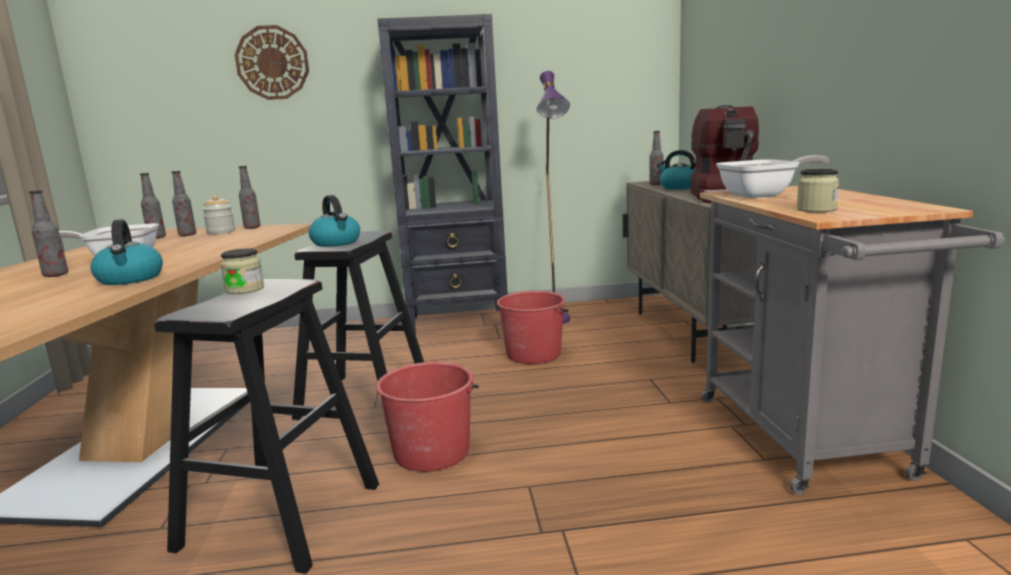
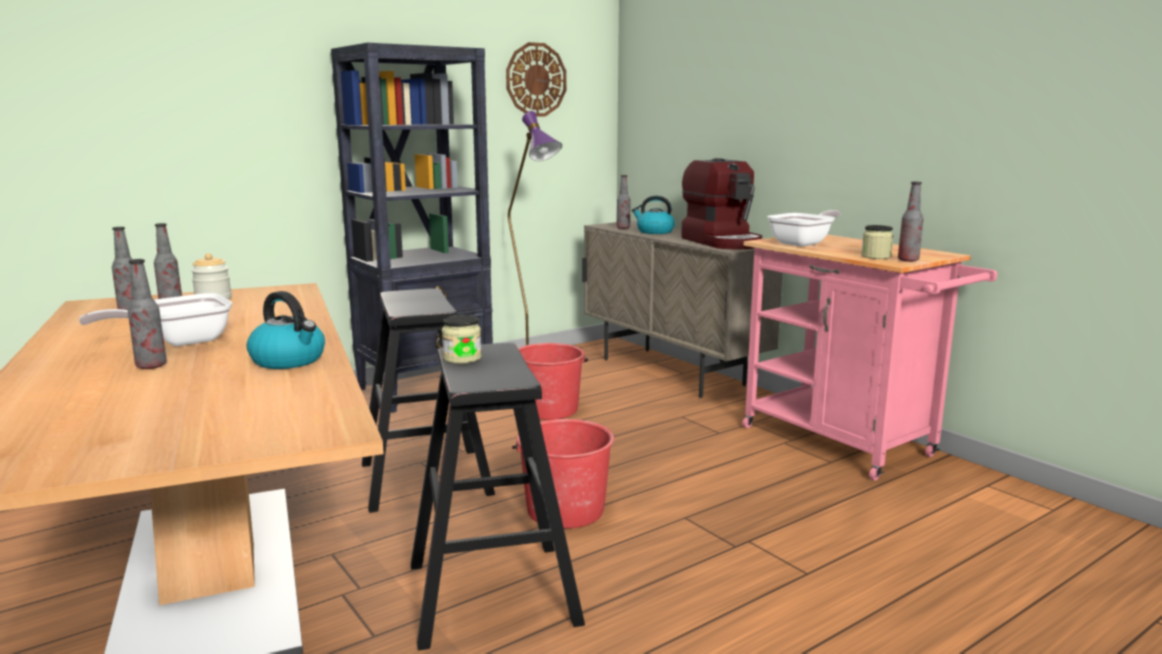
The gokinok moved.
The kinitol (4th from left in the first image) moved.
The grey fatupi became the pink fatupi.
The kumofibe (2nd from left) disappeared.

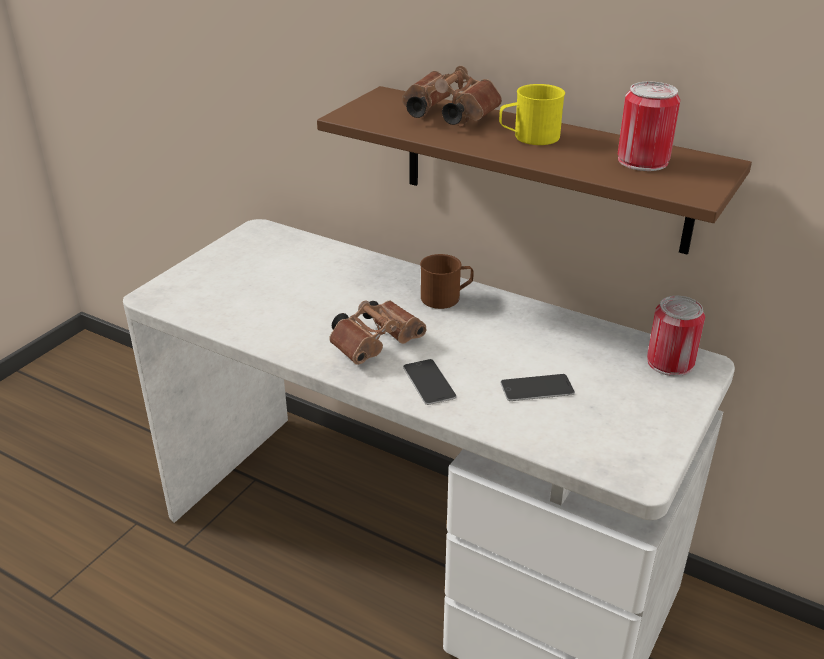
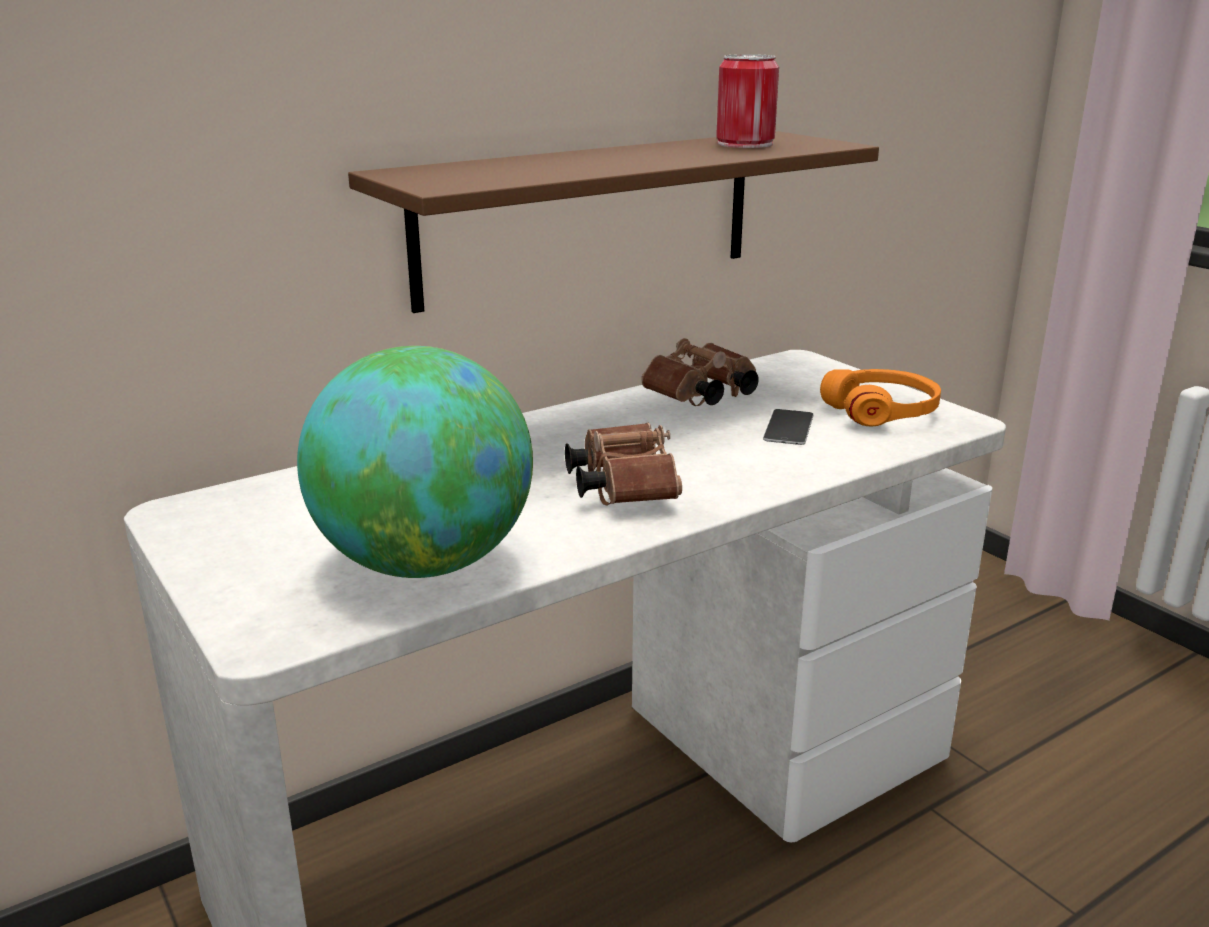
The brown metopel (2nd from left) moved.
The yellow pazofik disappeared.
The brown pazofik disappeared.
The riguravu (2nd from left) disappeared.
The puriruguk (1st from left) disappeared.
The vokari appeared.
The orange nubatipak appeared.

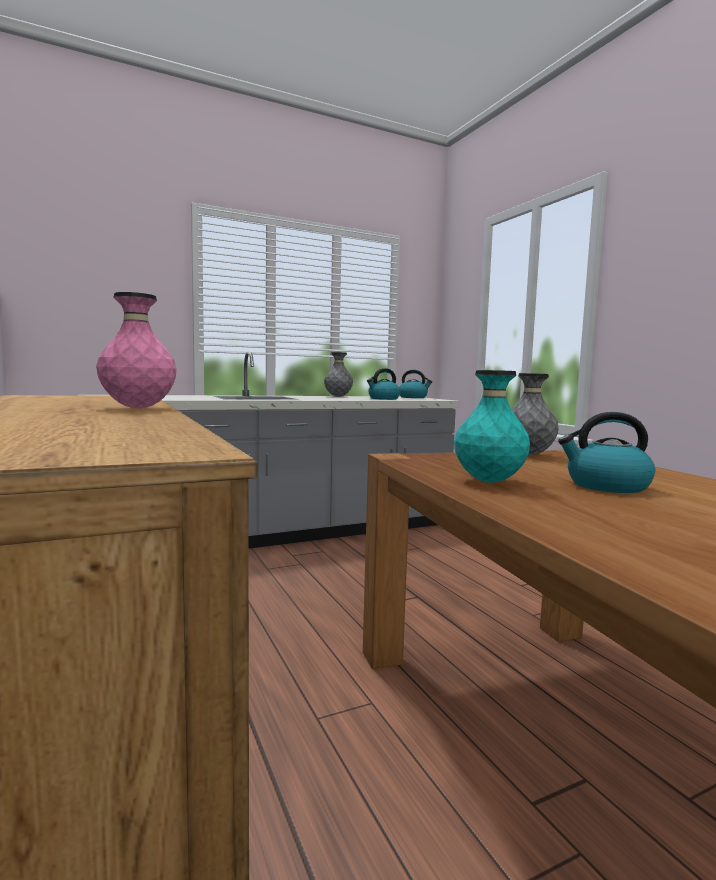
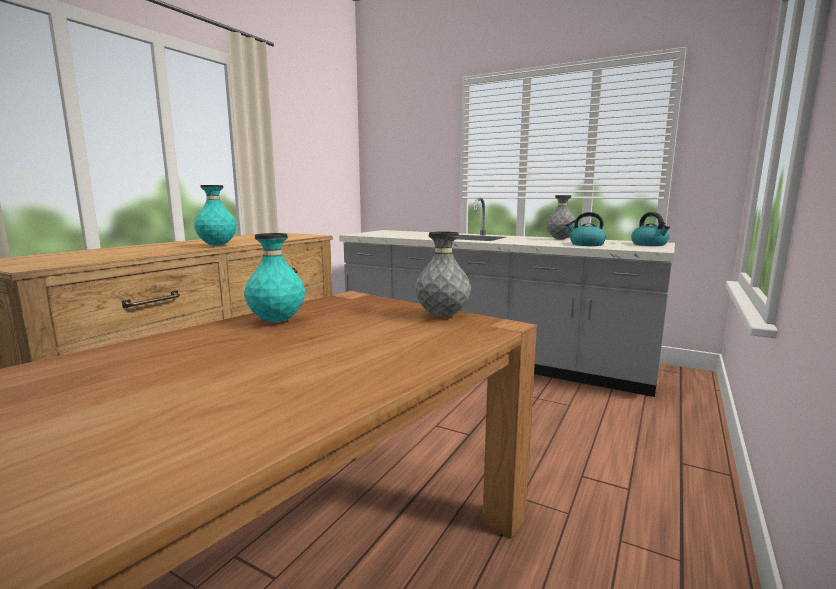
The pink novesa became the turquoise novesa (1st from left).
The kumofibe (3rd from left) disappeared.

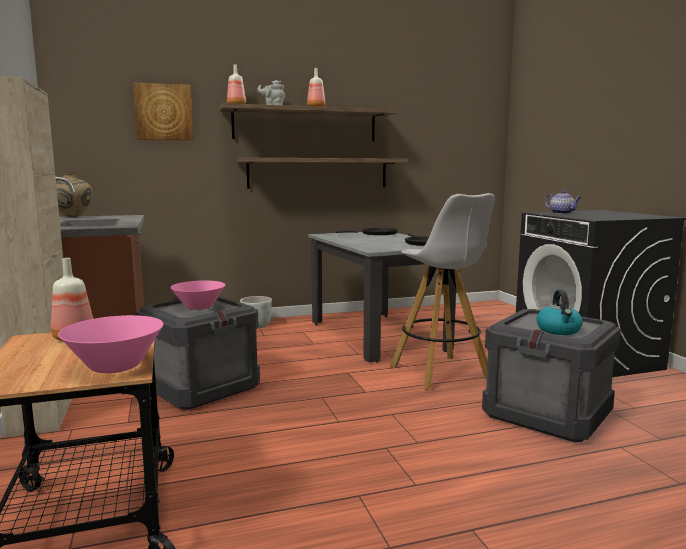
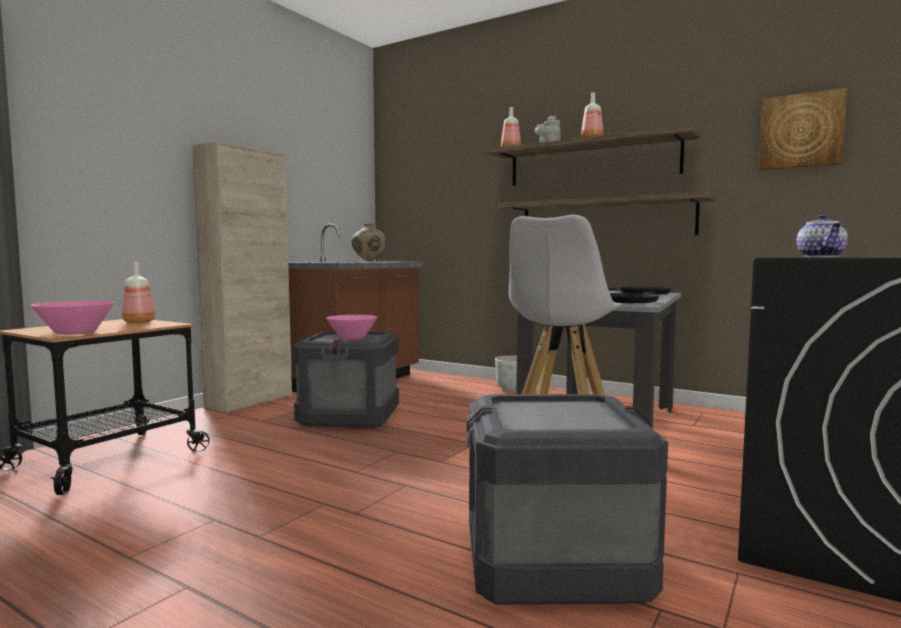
The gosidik moved.
The kumofibe disappeared.

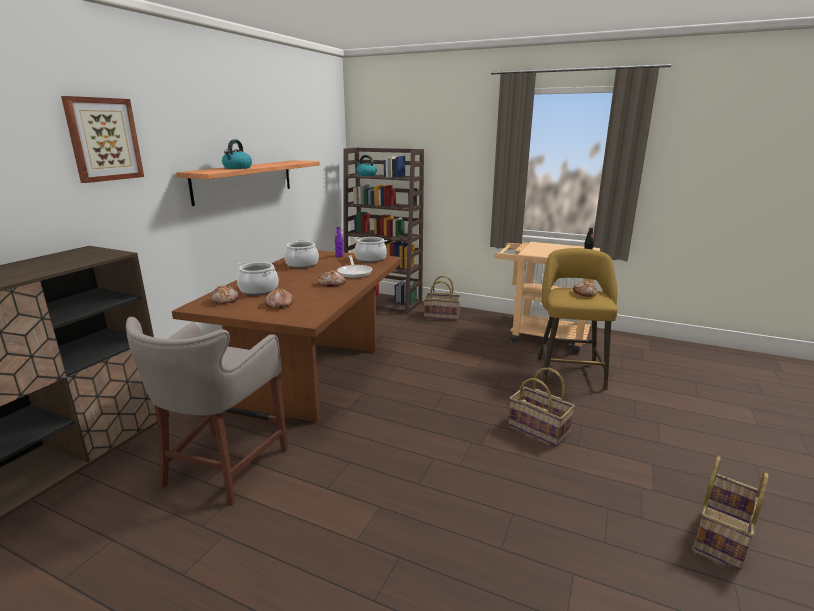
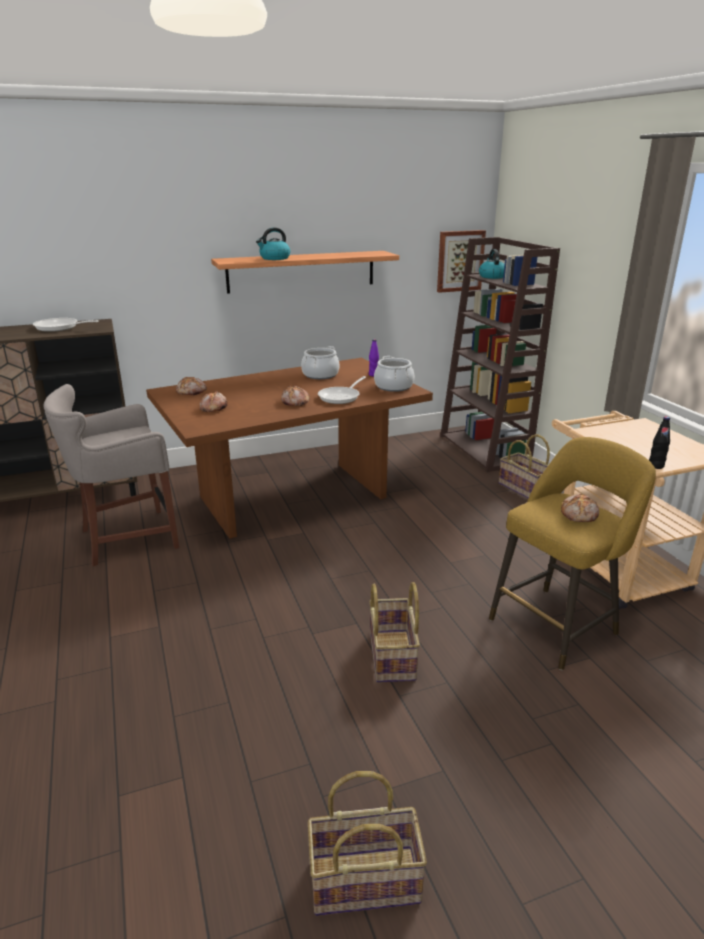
The gosidik moved.
The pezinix (1st from left) disappeared.
The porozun (1st from left) appeared.

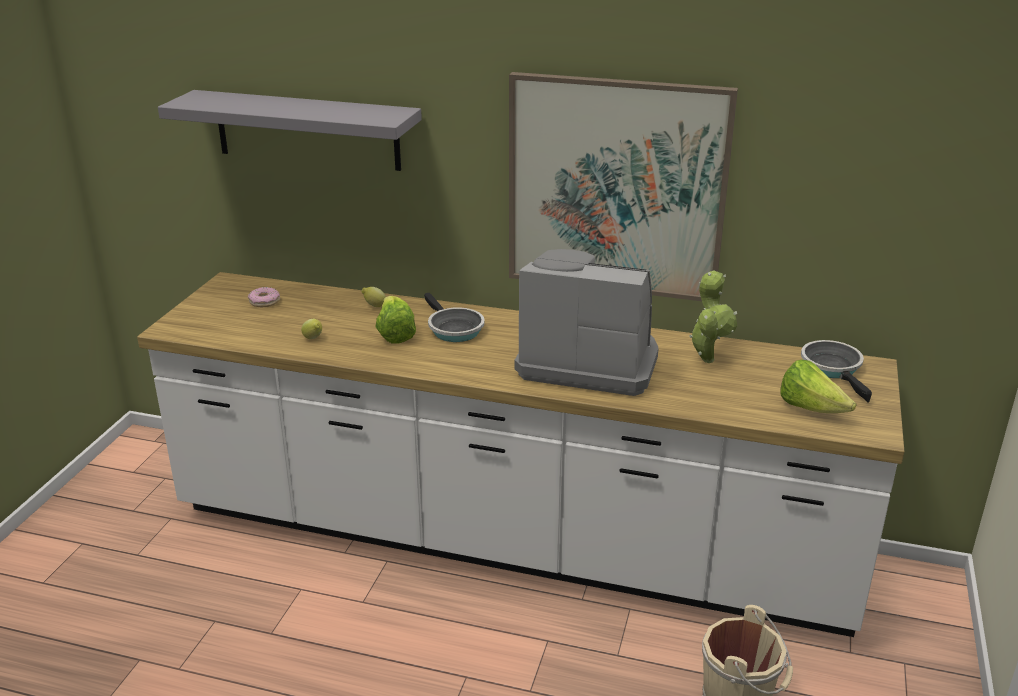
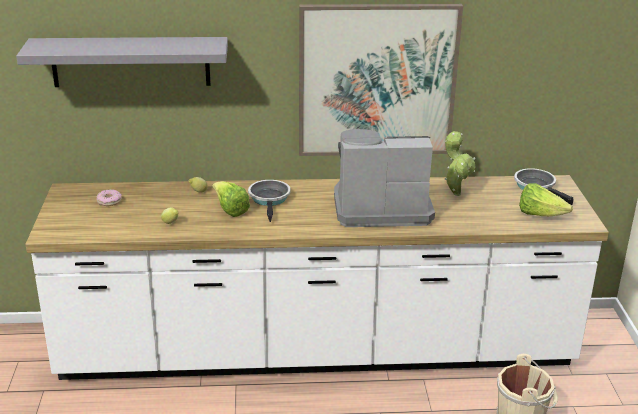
The porozun (1st from left) turned 135 degrees counterclockwise.

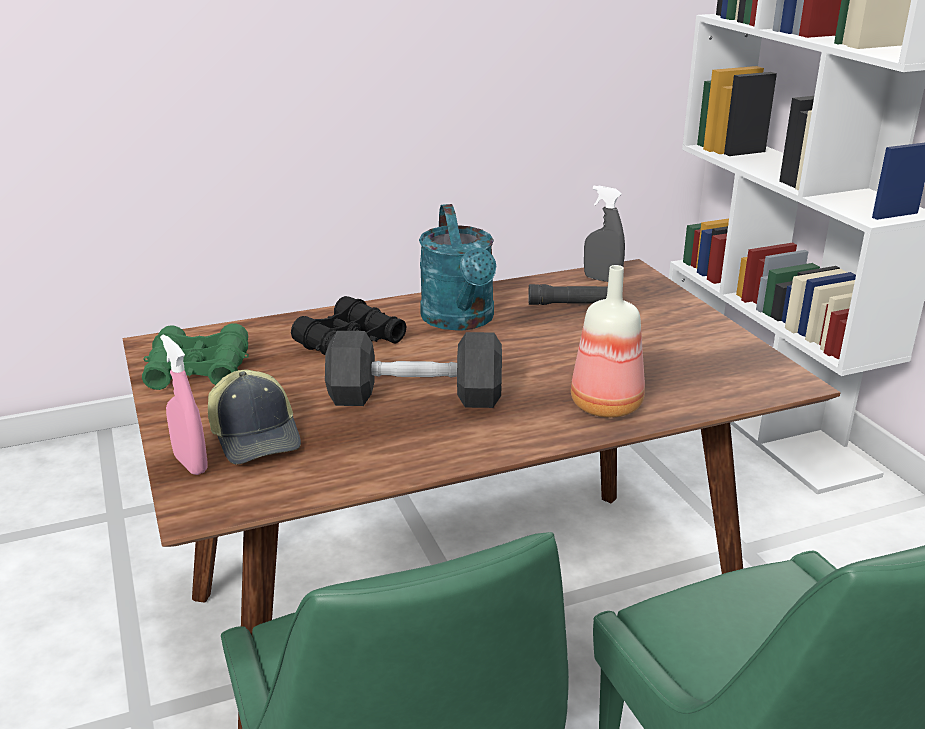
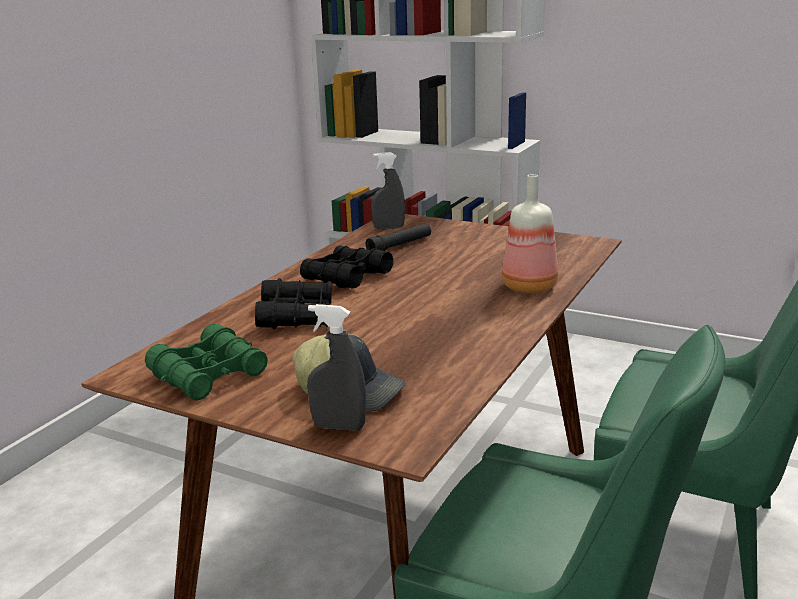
The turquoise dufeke was replaced by the black metopel (2nd from left).
The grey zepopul disappeared.
The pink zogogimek became the grey zogogimek (1st from left).

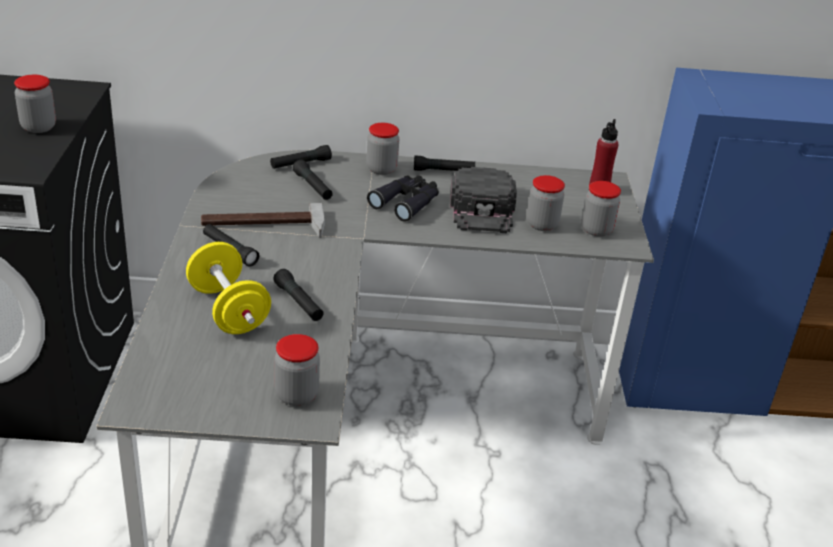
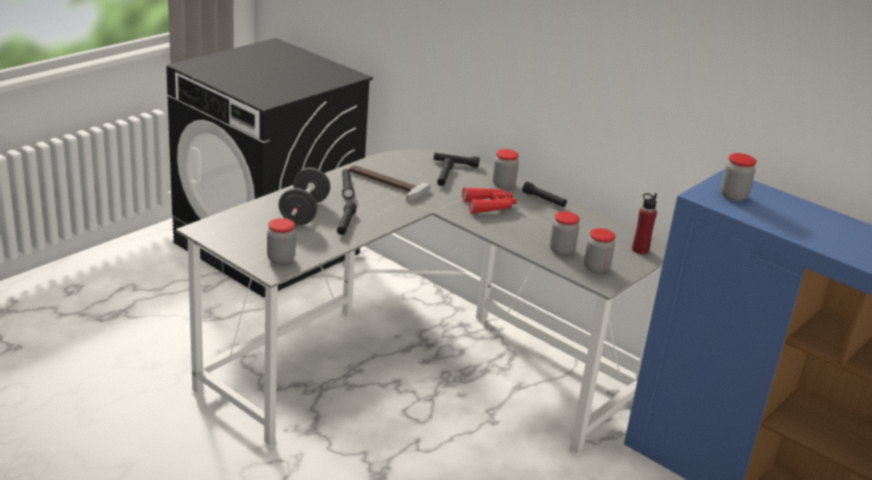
The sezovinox (1st from left in the first image) moved.
The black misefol disappeared.
The black metopel became the red metopel.
The yellow zepopul became the black zepopul.

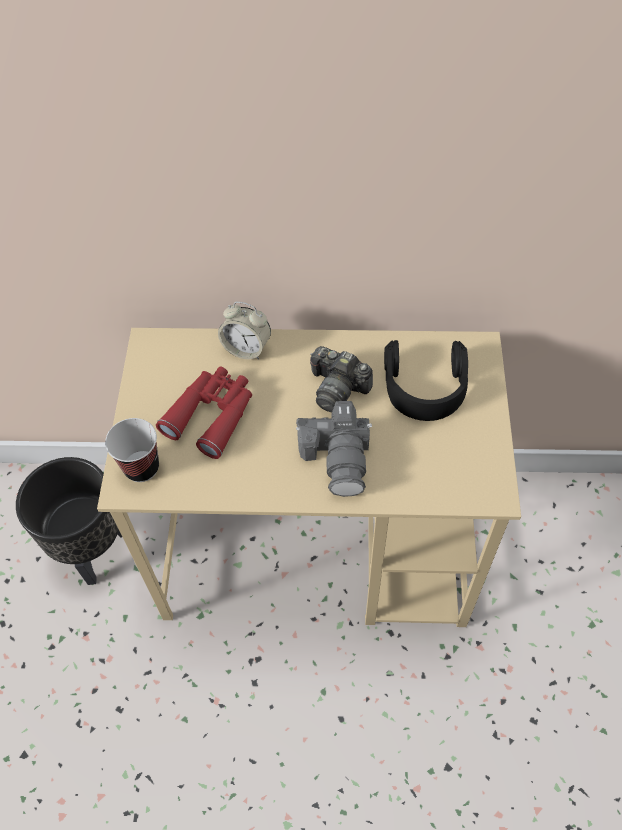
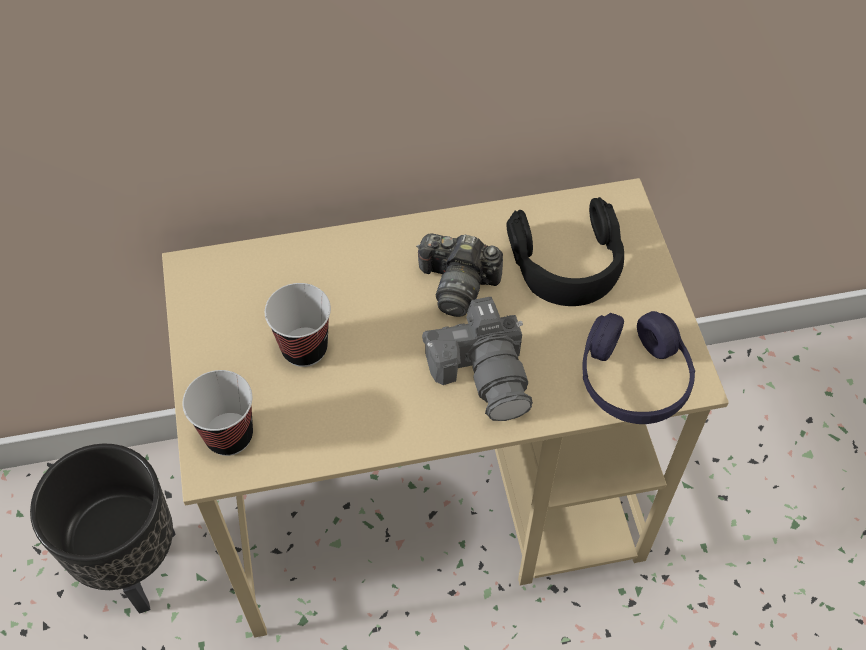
The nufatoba disappeared.
The red metopel was replaced by the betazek (2nd from left).
The purple nubatipak appeared.

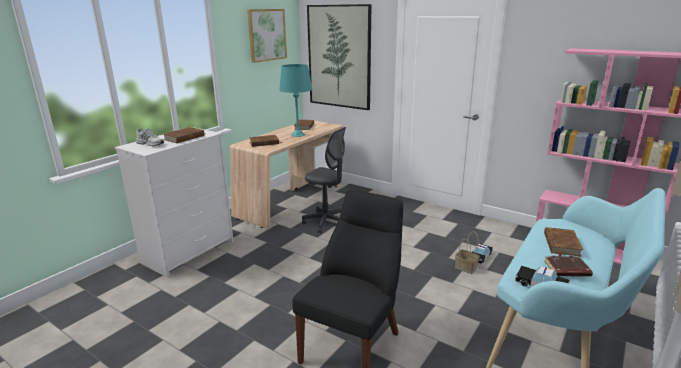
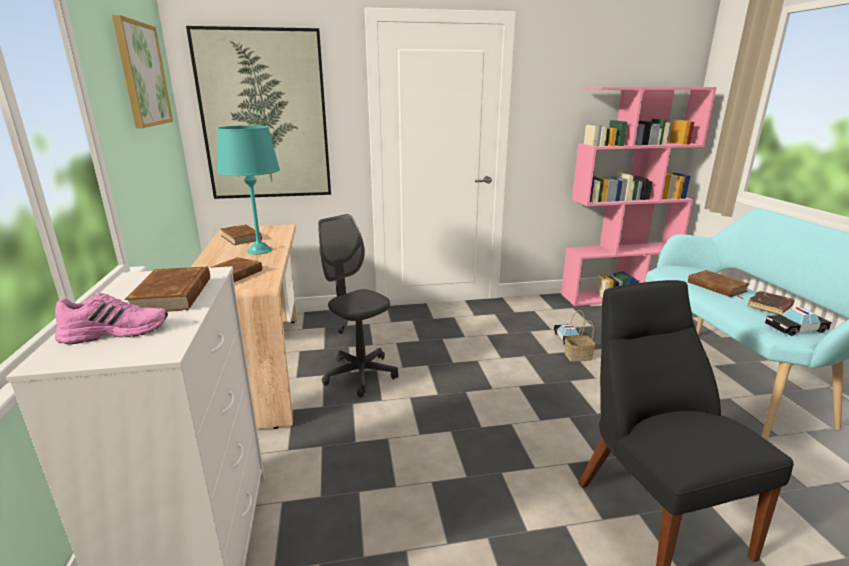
The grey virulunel turned 120 degrees counterclockwise.
The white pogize became the pink pogize.

